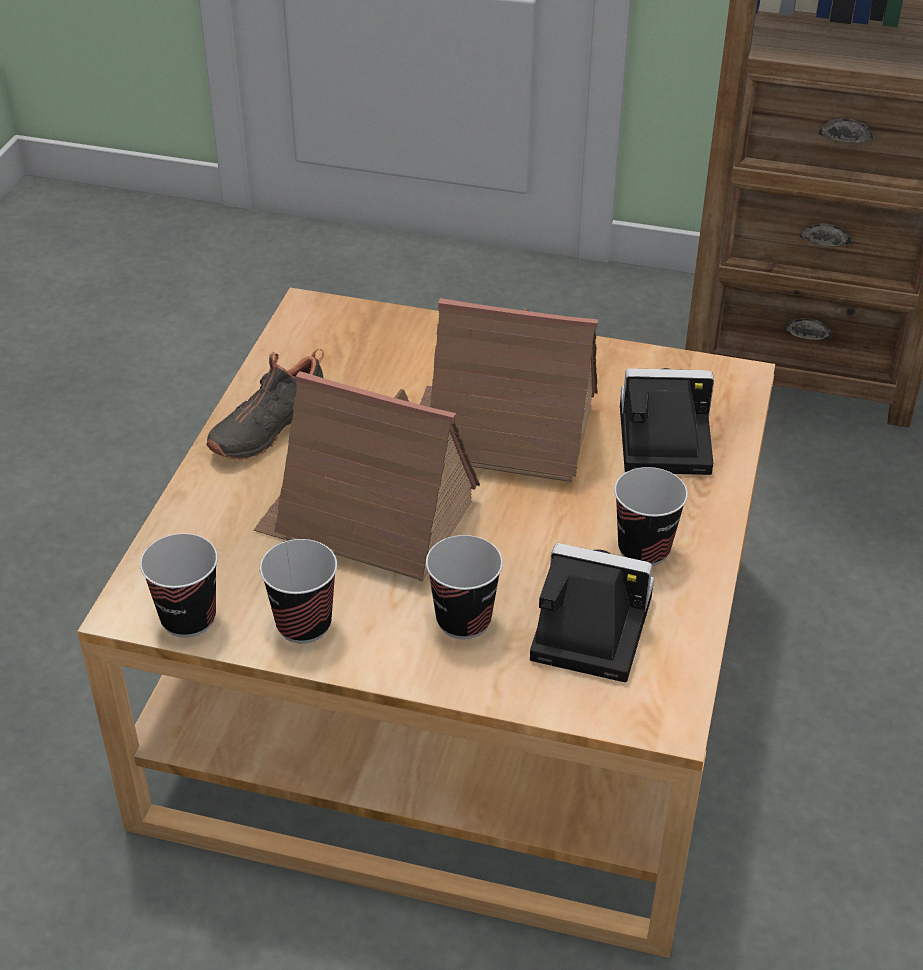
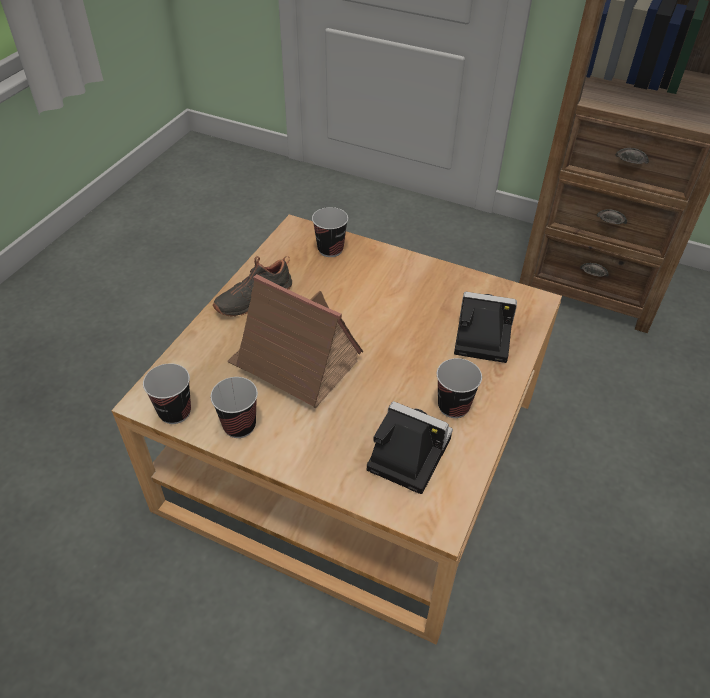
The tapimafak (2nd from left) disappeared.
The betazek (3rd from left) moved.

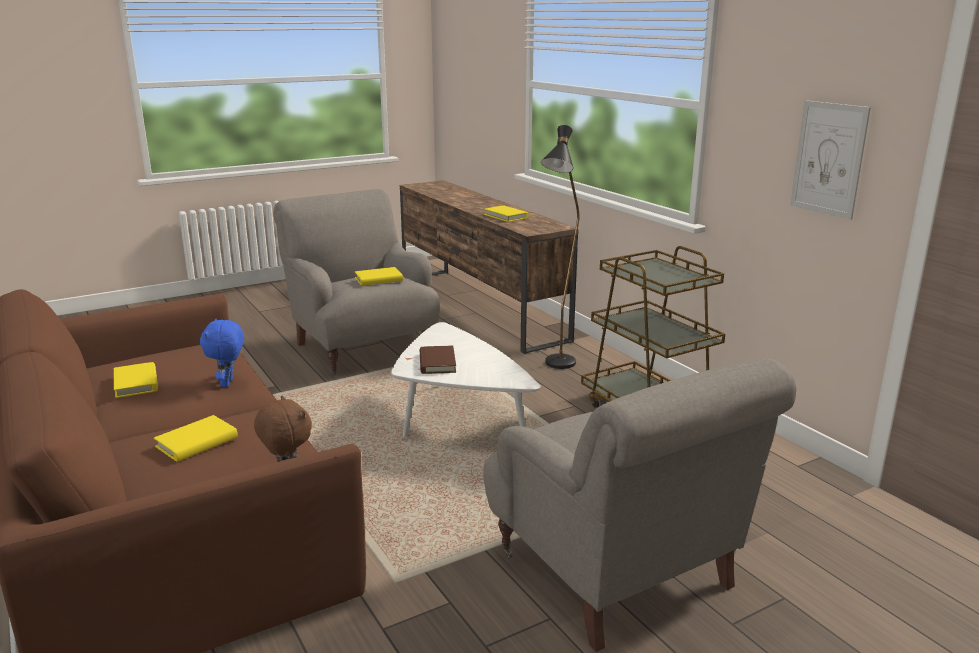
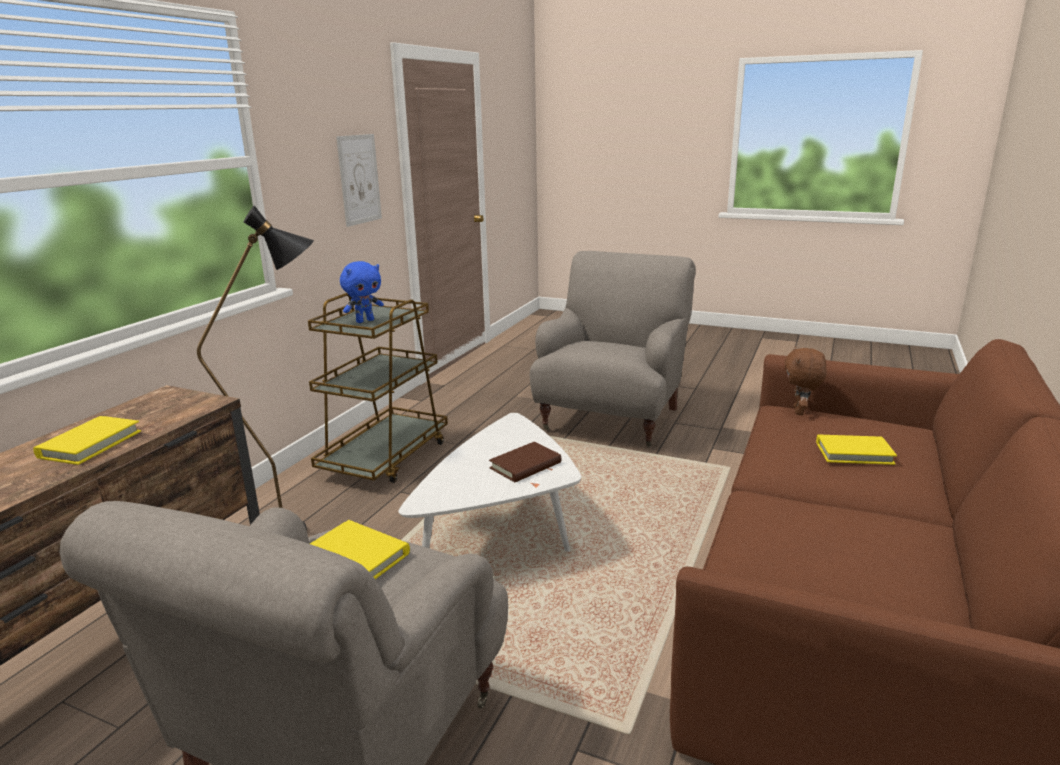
The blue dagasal moved.
The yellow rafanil (1st from left) disappeared.

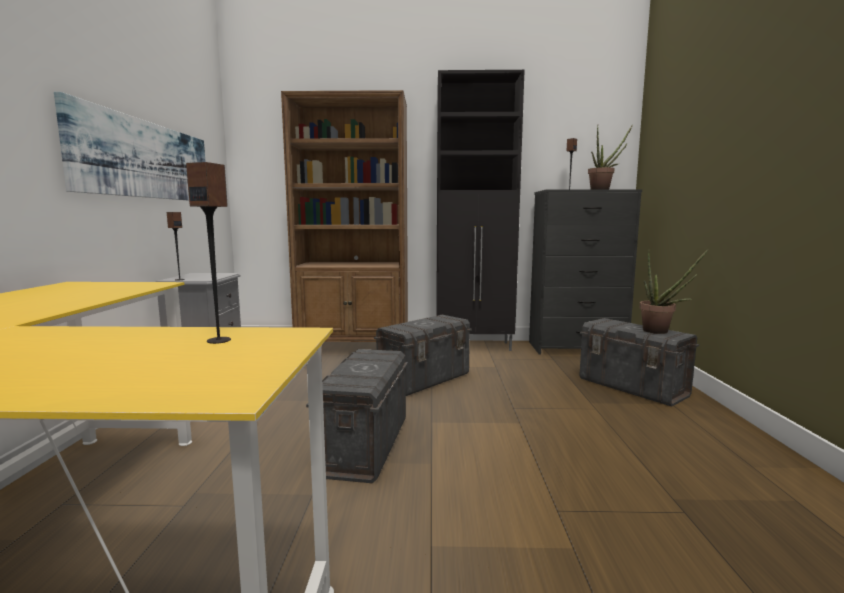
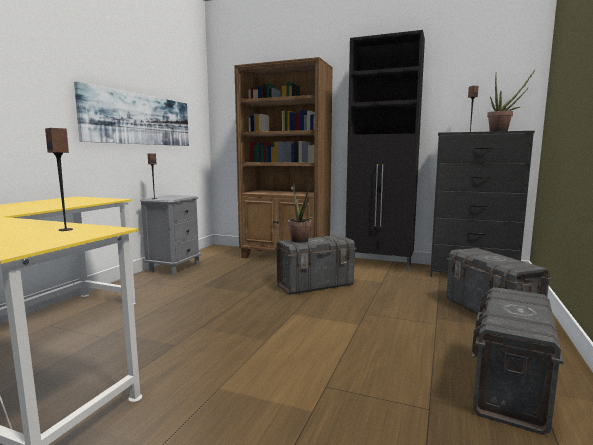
The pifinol (2nd from left in the first image) moved.
The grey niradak (1st from left in the first image) moved.

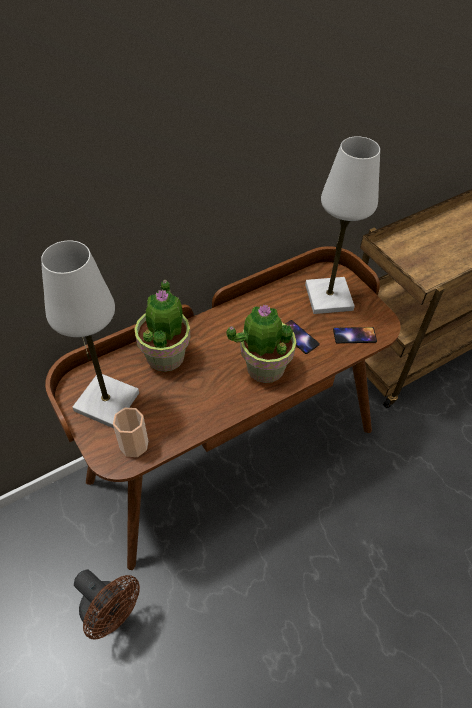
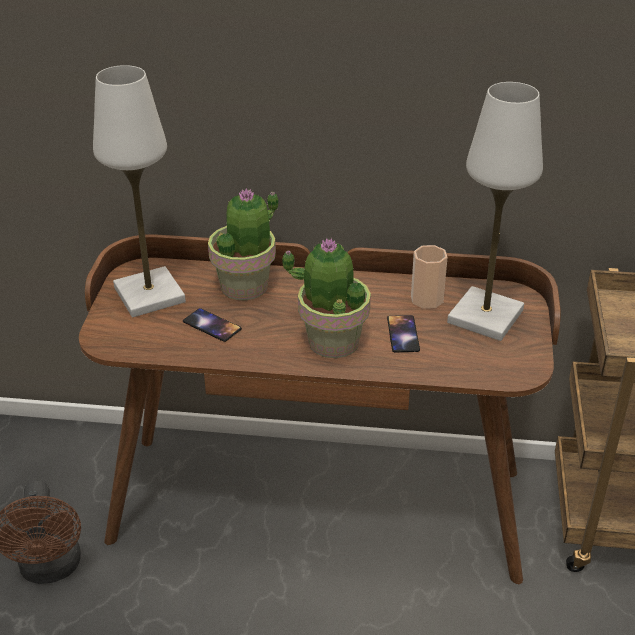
The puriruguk (2nd from left in the first image) moved.
The betazek moved.

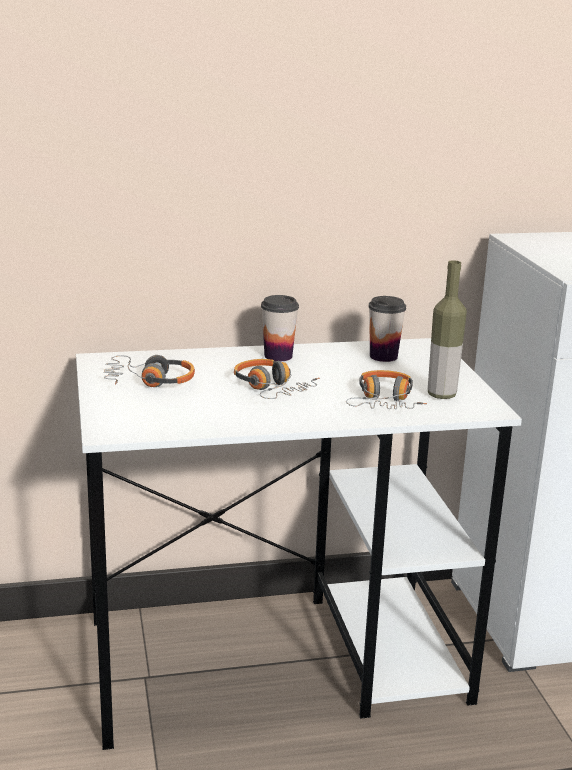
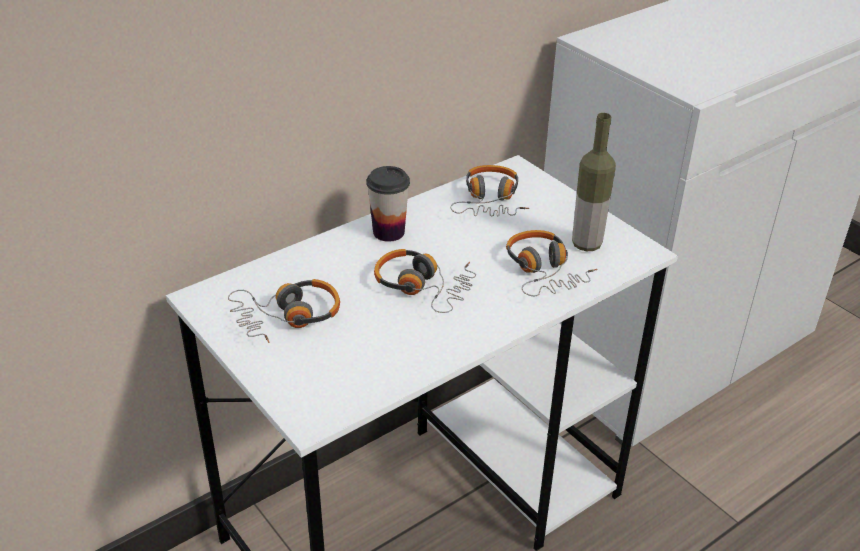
The betazek (2nd from left) was replaced by the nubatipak (3rd from left).

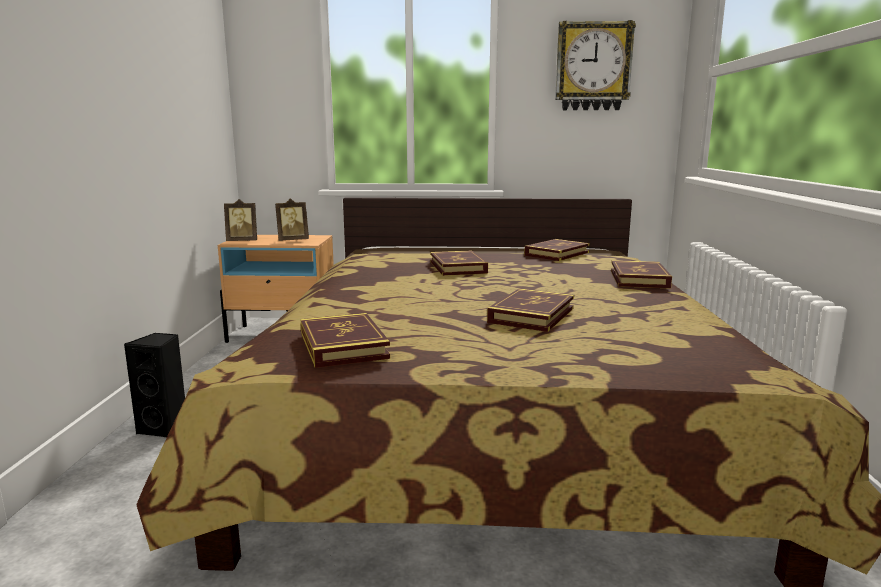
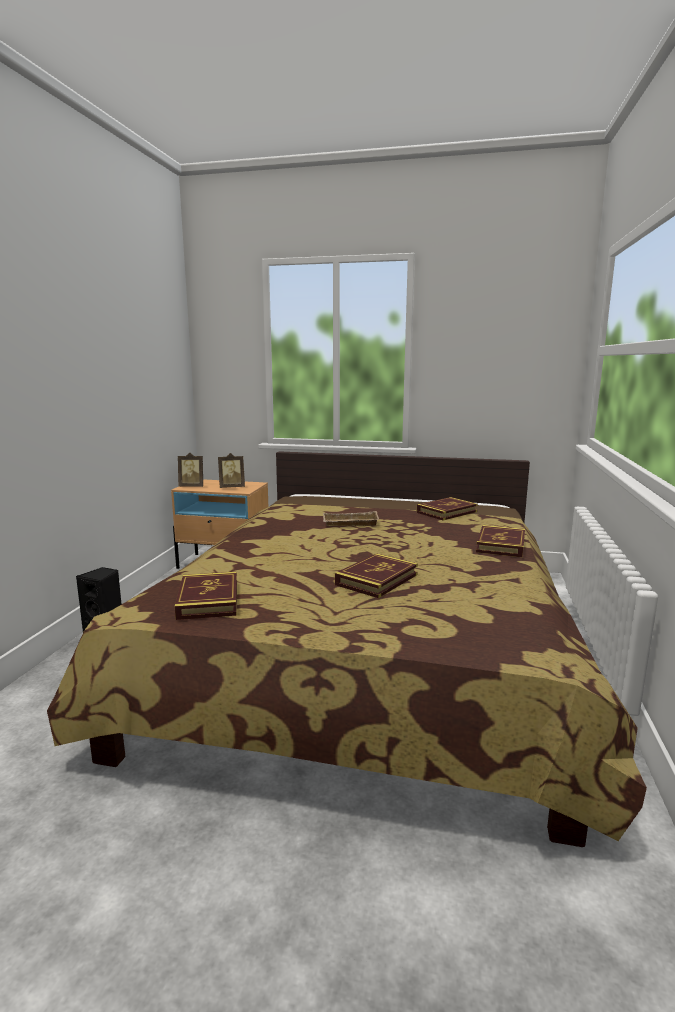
The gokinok disappeared.
The rafanil (2nd from left) was replaced by the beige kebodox.

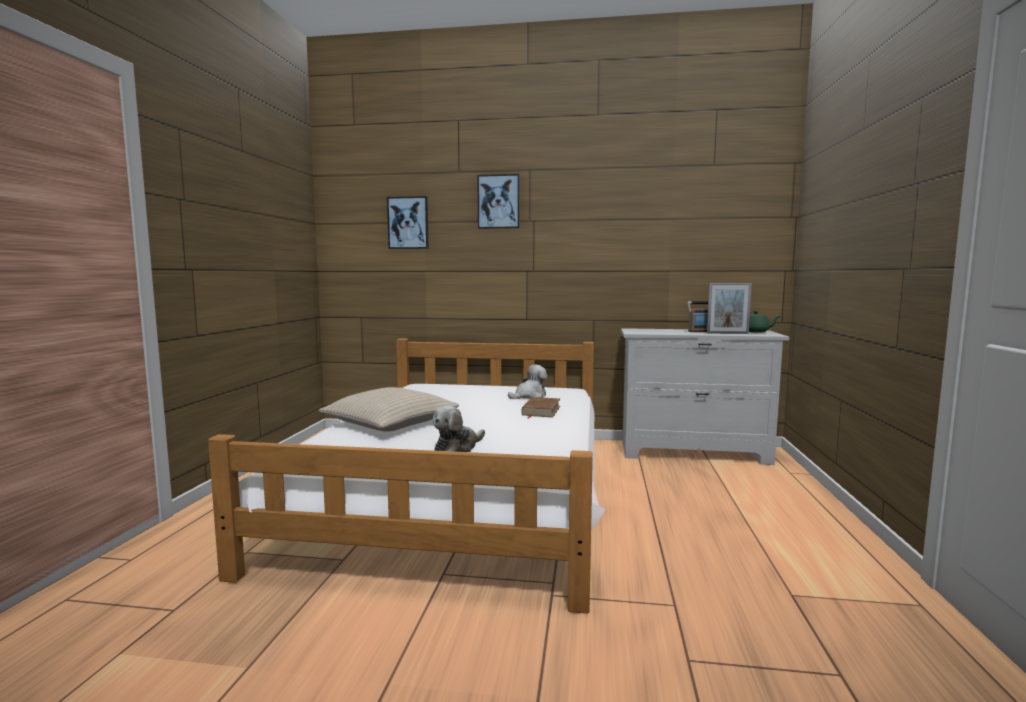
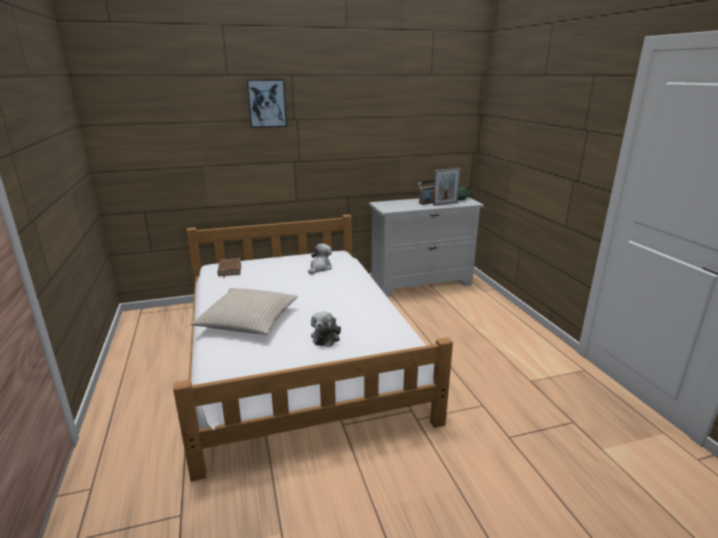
The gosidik (1st from left) disappeared.
The brown rafanil moved.

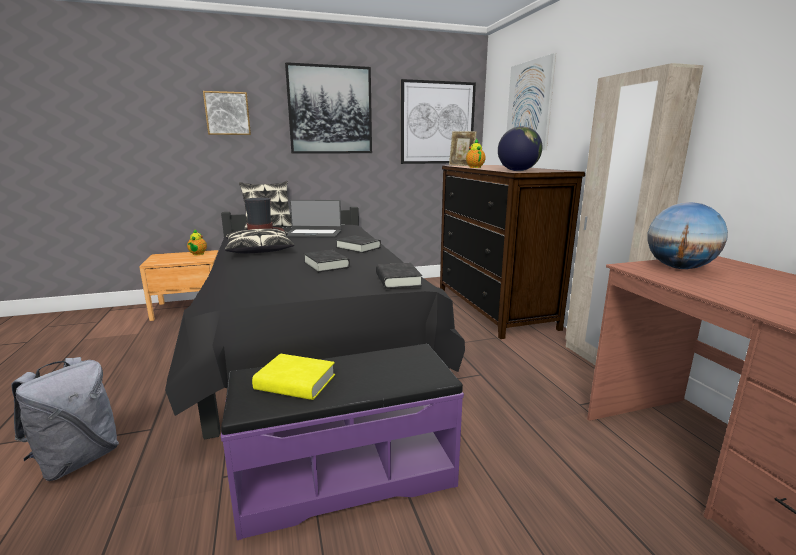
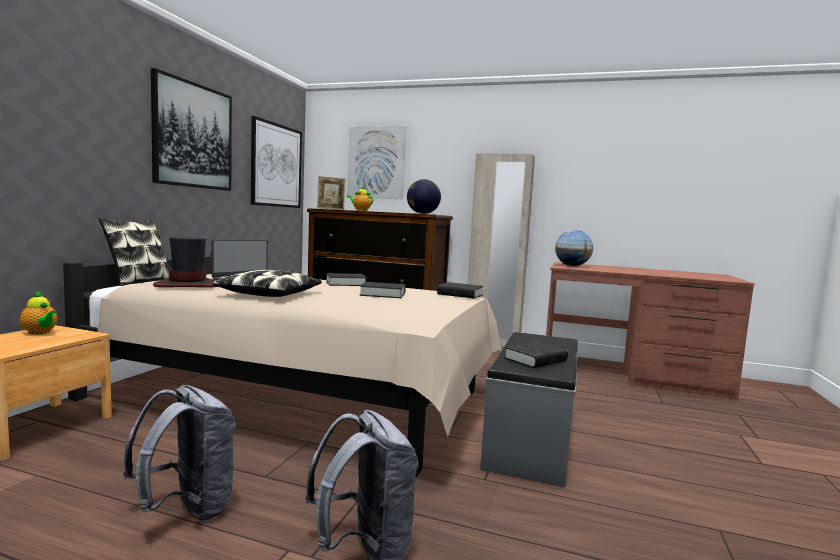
The gosidik (1st from left) disappeared.
The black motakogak became the beige motakogak.
The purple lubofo became the grey lubofo.
The yellow rafanil became the black rafanil (4th from left).
The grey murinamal (1st from left) appeared.

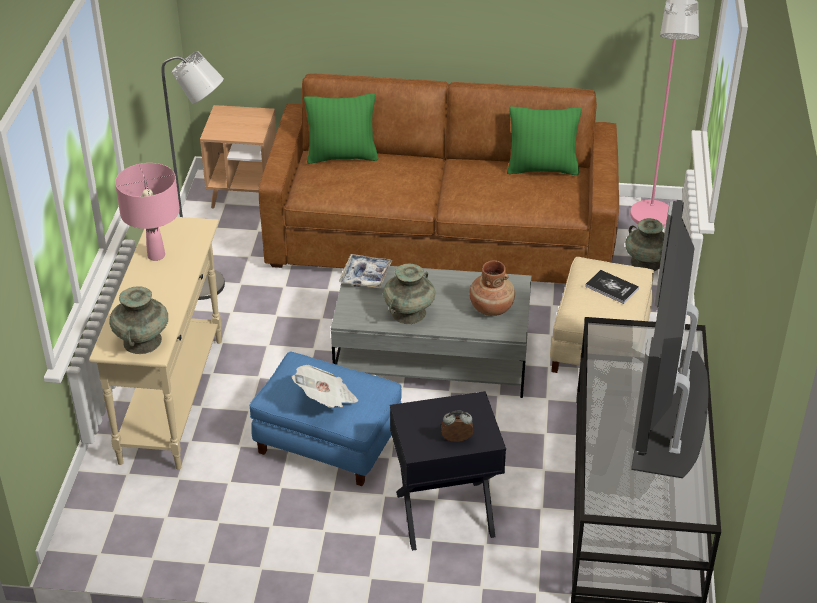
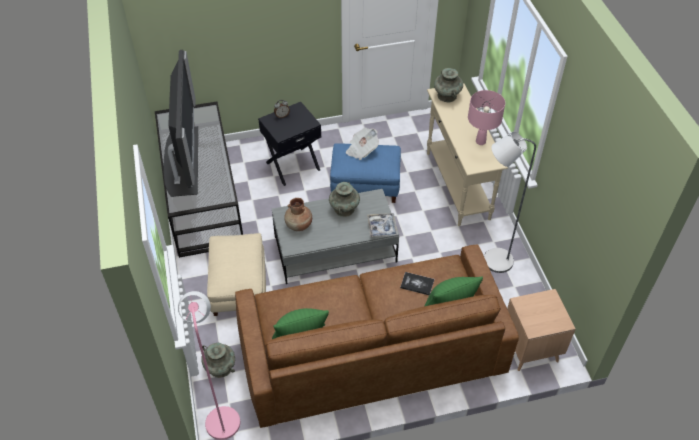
The rafanil moved.

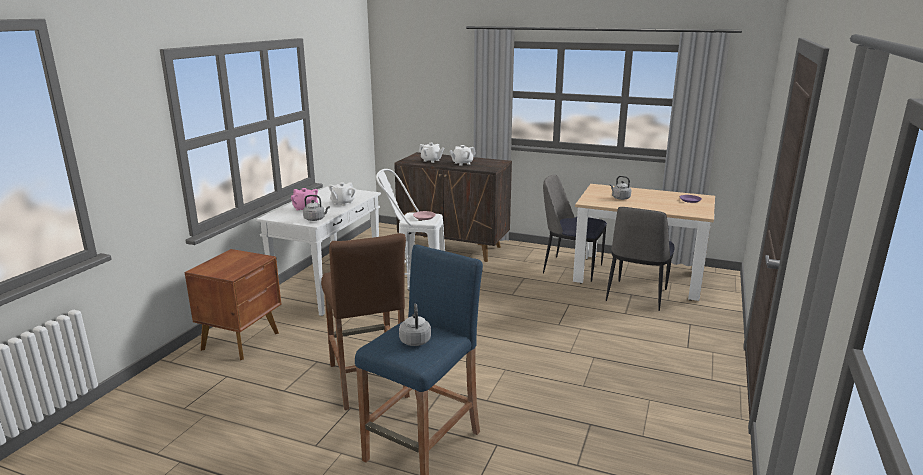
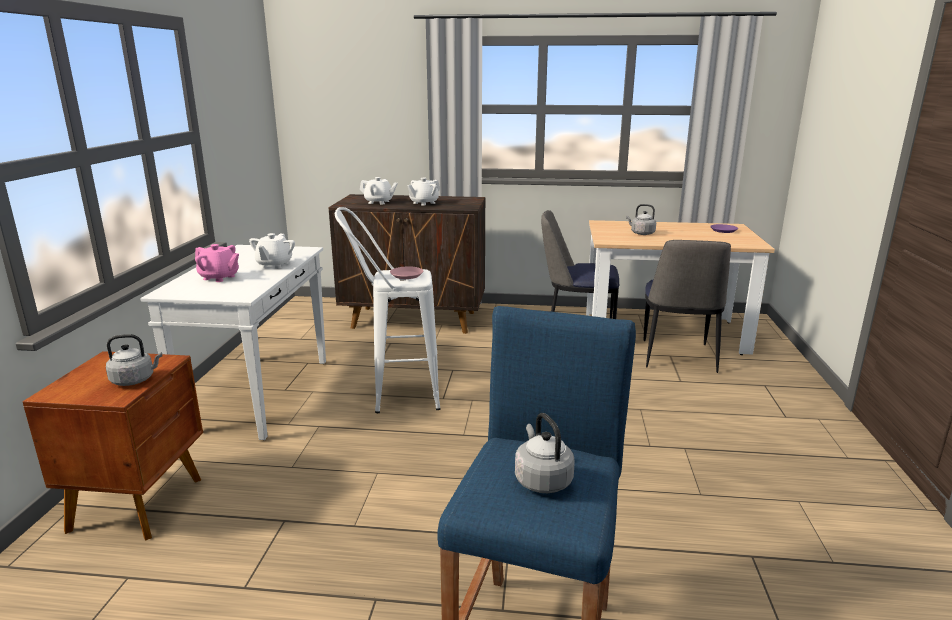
The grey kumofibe (1st from left) moved.
The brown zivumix disappeared.

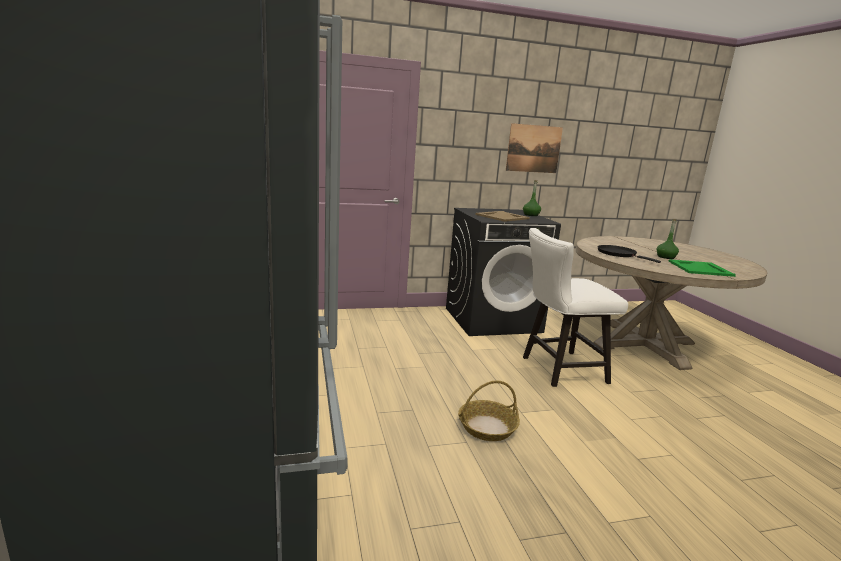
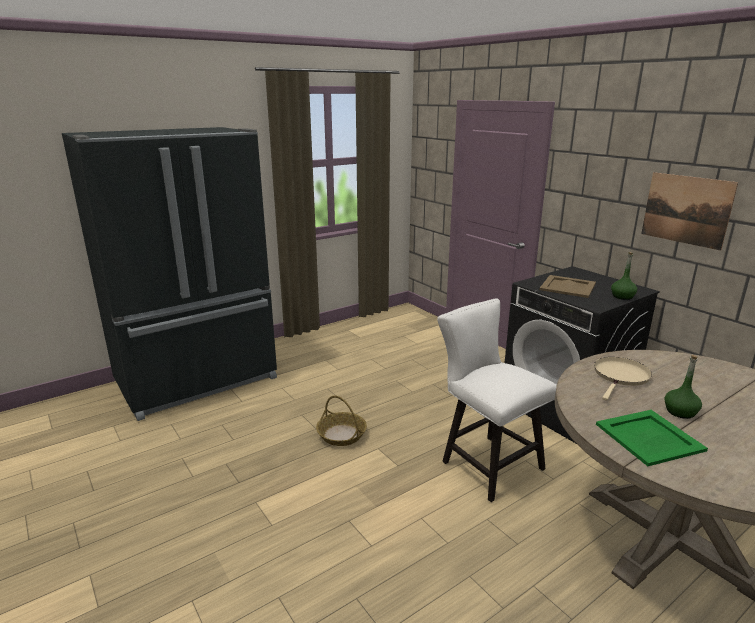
The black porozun became the beige porozun.

